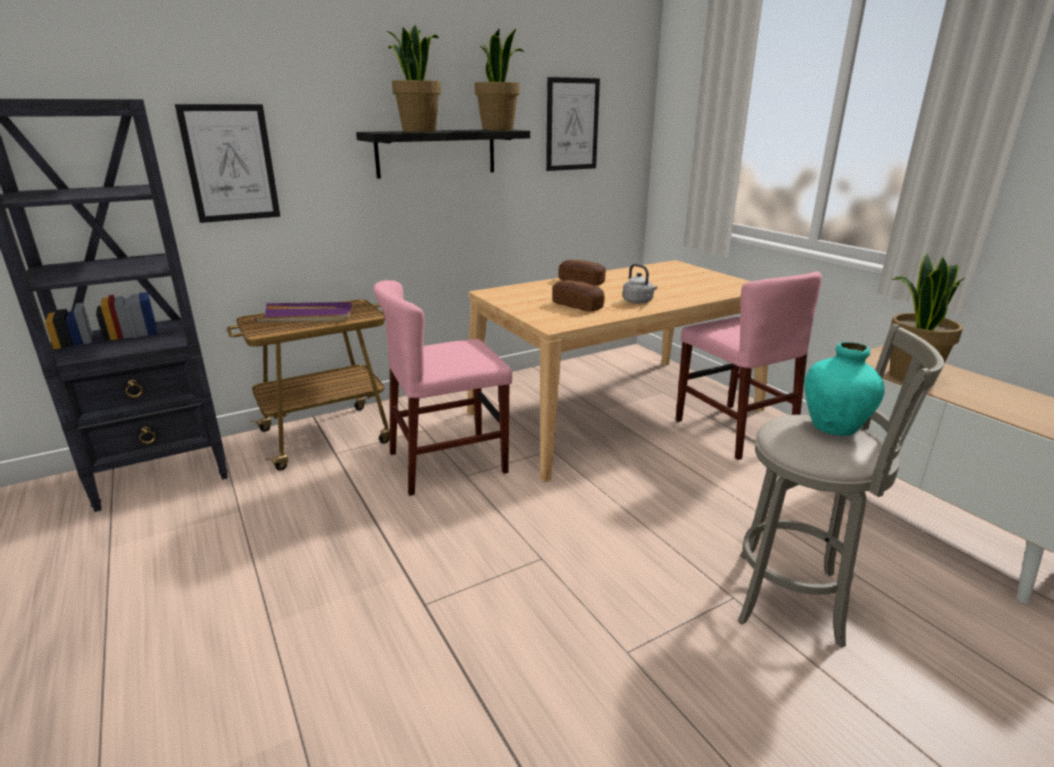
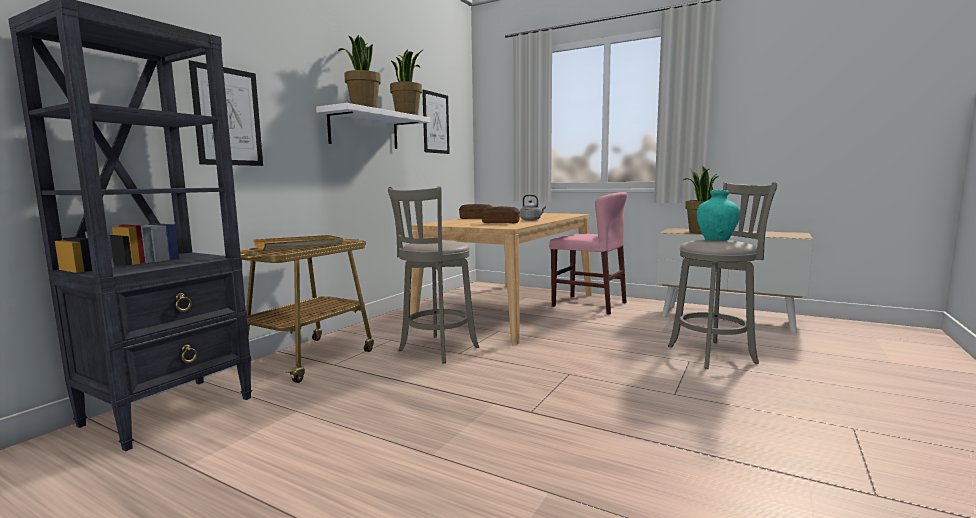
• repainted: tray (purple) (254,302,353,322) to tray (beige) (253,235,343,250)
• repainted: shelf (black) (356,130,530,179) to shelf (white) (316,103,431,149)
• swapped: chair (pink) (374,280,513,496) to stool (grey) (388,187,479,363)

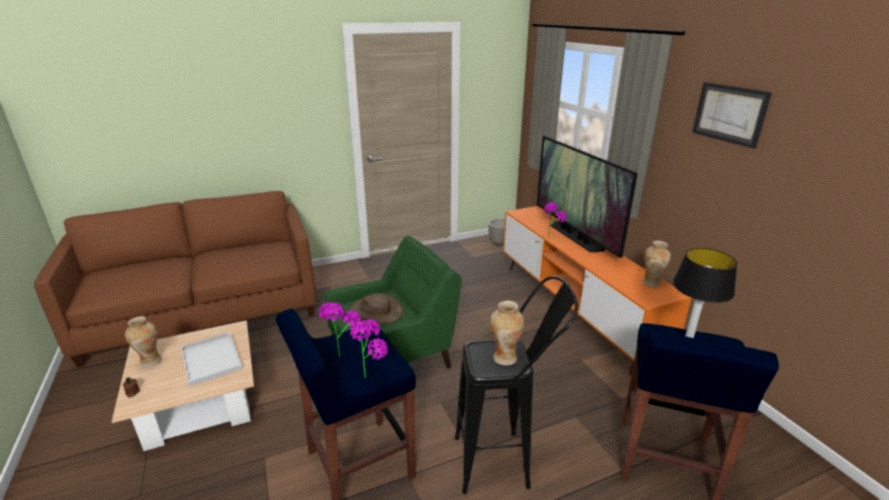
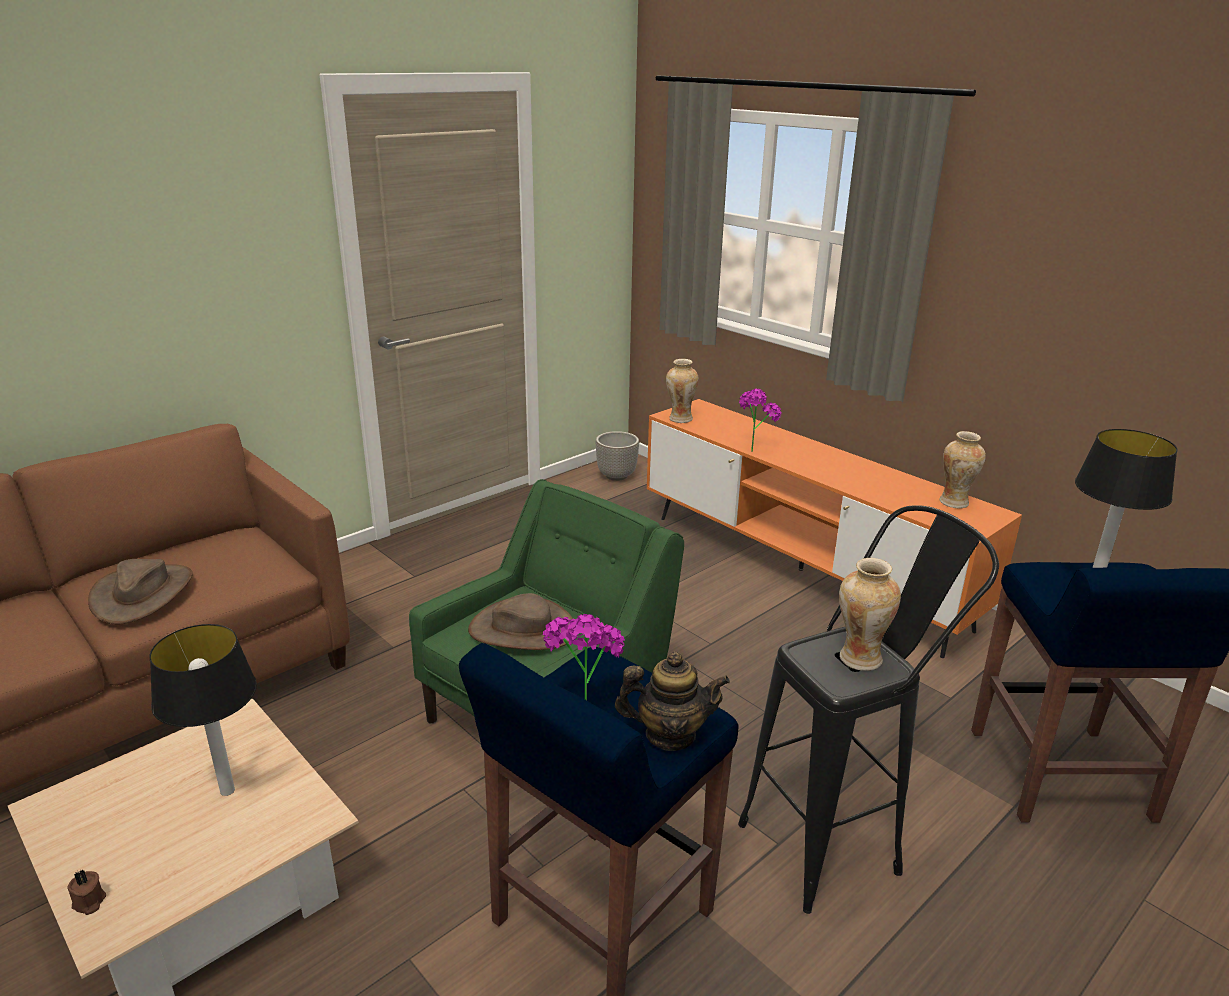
• new: hat (brown) (88,559,193,624)
• swapped: tray (white) (181,332,243,387) to table lamp (150,624,257,796)
• swapped: potted plant (350,319,388,378) to teapot (615,652,730,751)
• shifted: vase (125,316,162,368) to (666,359,699,423)
• gone: television (537,136,638,258)
• gone: picture (692,82,772,149)

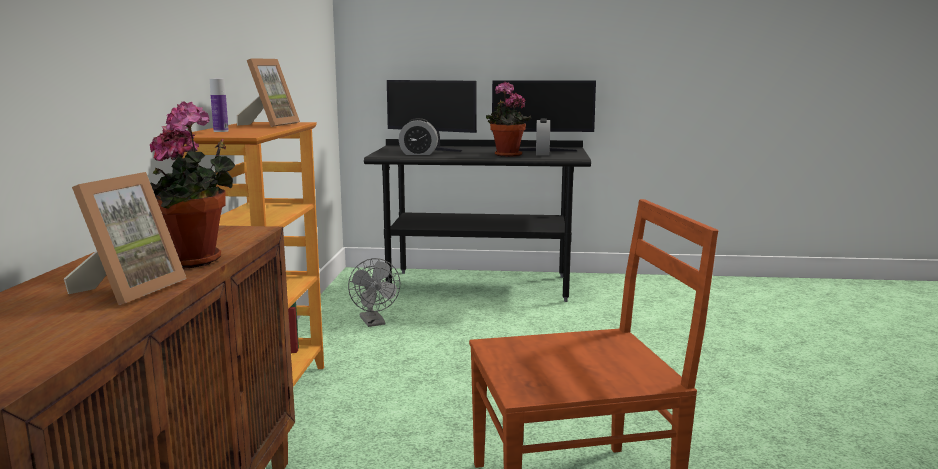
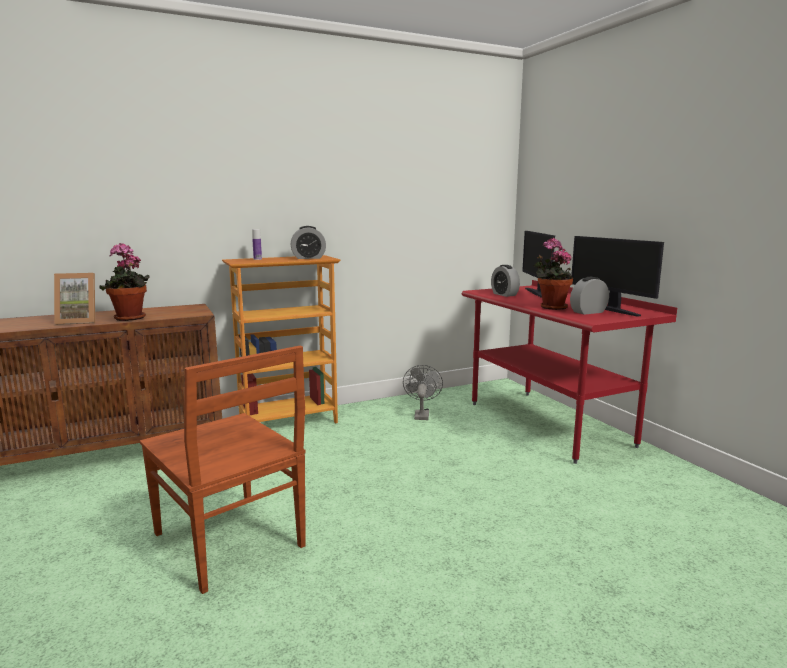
• swapped: picture frame (237,58,300,127) to alarm clock (291,226,326,259)
• rotated: fan (grey) (348,258,400,327) = (403,365,443,420) 150 degrees clockwise
• repainted: desk (black) (364,139,591,302) to desk (red) (462,280,677,464)

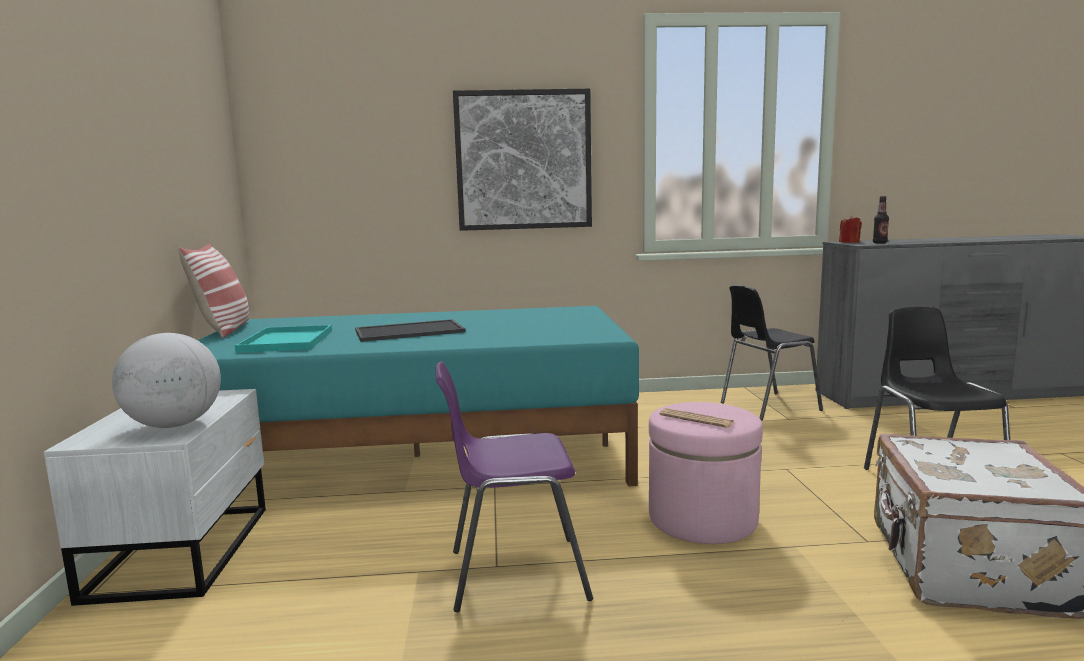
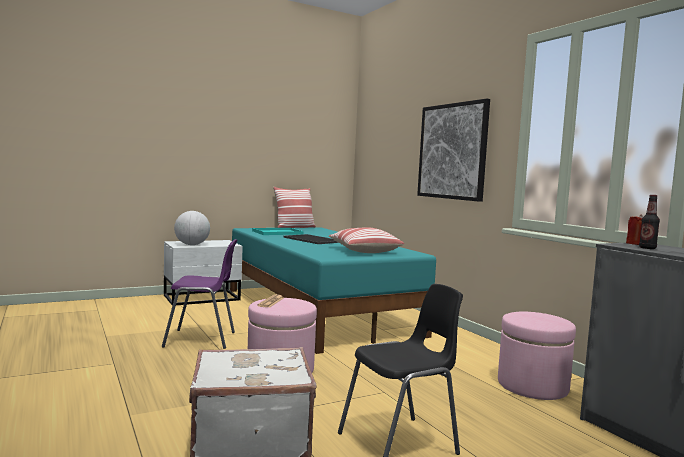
• rotated: chair (purple) (436,361,593,612) = (162,239,238,349) 120 degrees clockwise
• new: pillow (329,227,404,253)
• swapped: chair (black) (721,285,823,420) to ottoman (pink) (498,312,576,400)

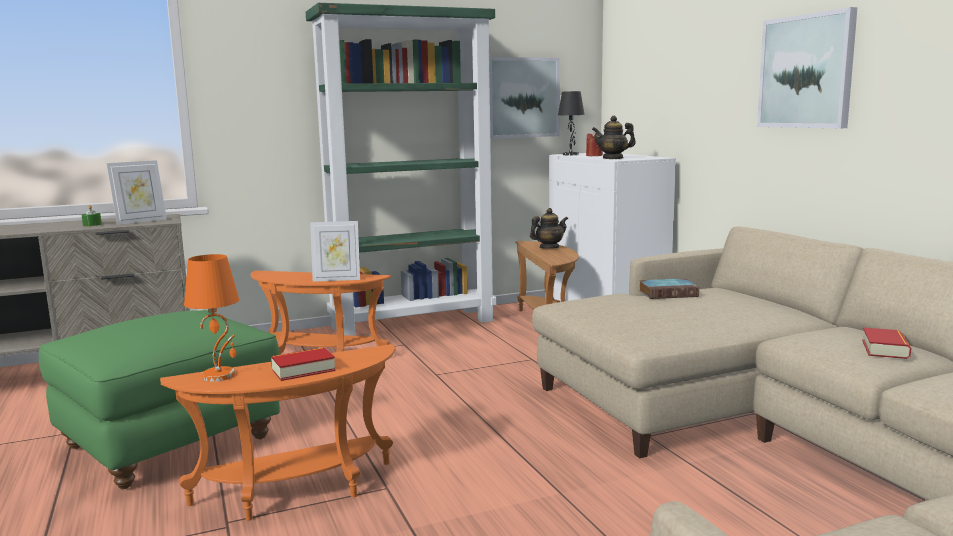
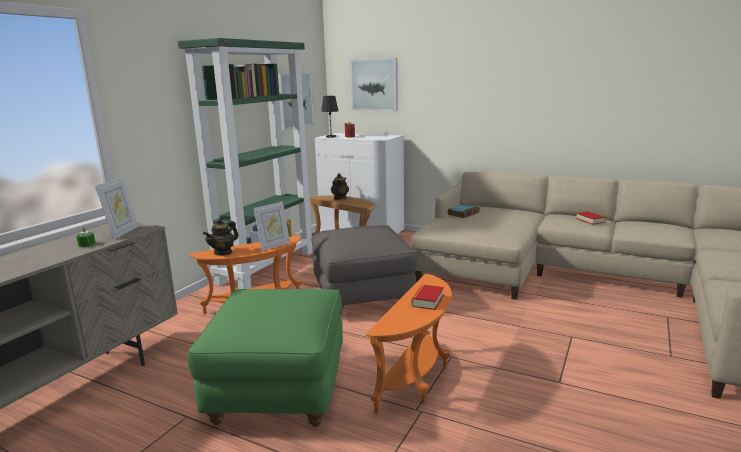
• shifted: teapot (592,116,636,159) to (203,218,238,256)
• new: ottoman (grey) (312,225,417,314)
• shifted: picture (757,7,858,128) to (350,58,398,111)
• gone: table lamp (orange) (184,254,239,382)

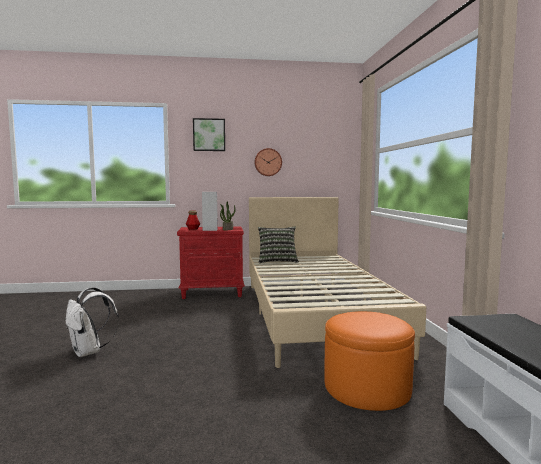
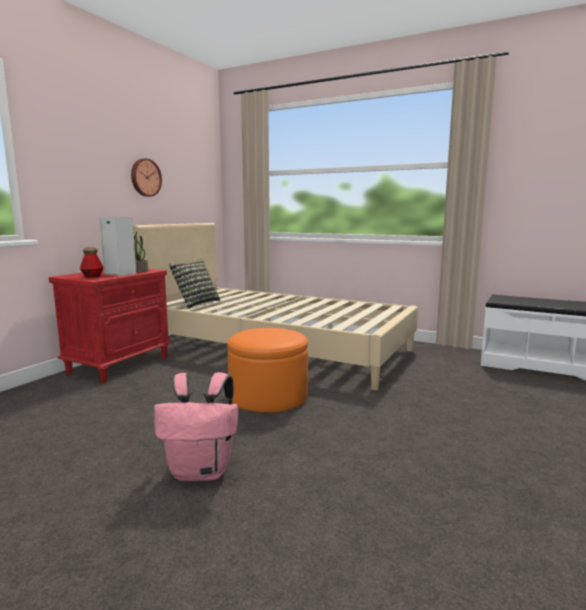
• repainted: backpack (white) (66,287,119,357) to backpack (pink) (154,372,239,481)
• shifted: ottoman (orange) (324,311,415,411) to (227,328,308,413)
• gone: picture (193,118,225,151)

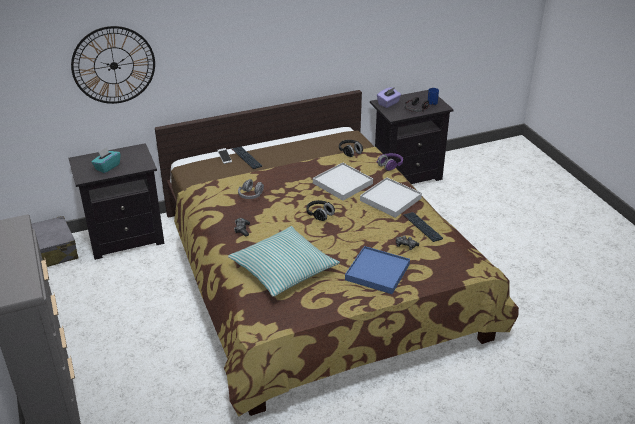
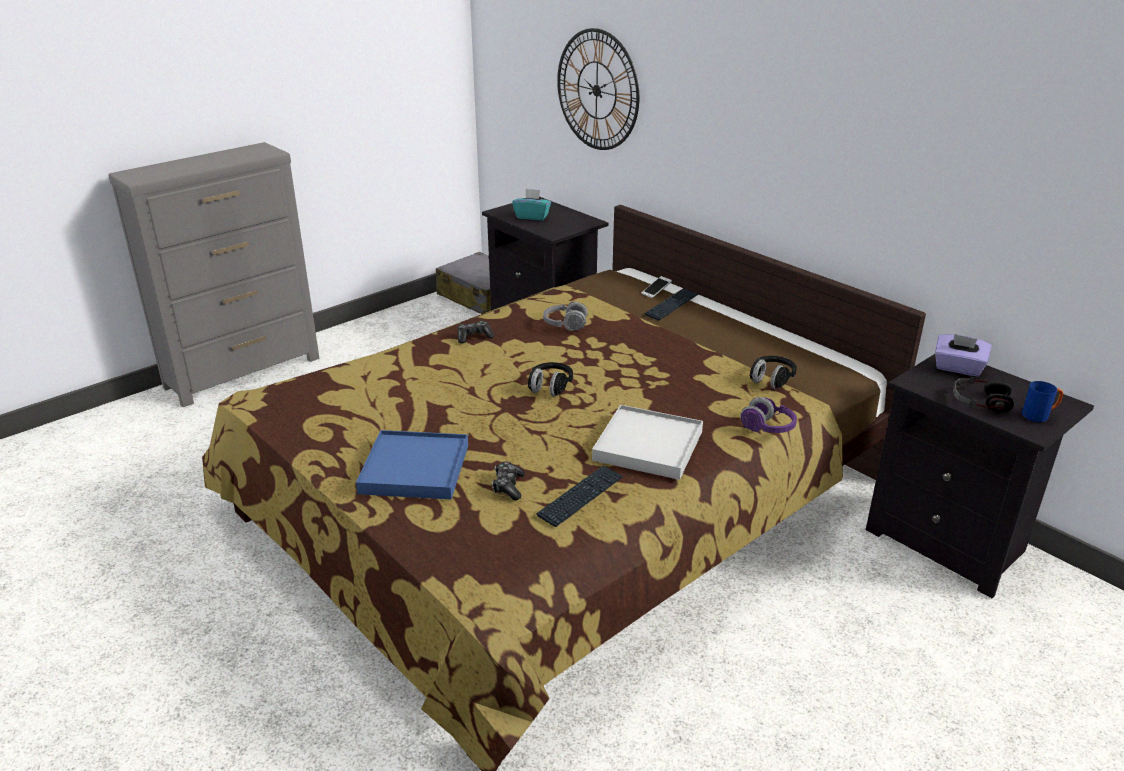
• gone: pillow (228,226,340,297)
• gone: tray (white) (313,162,373,201)

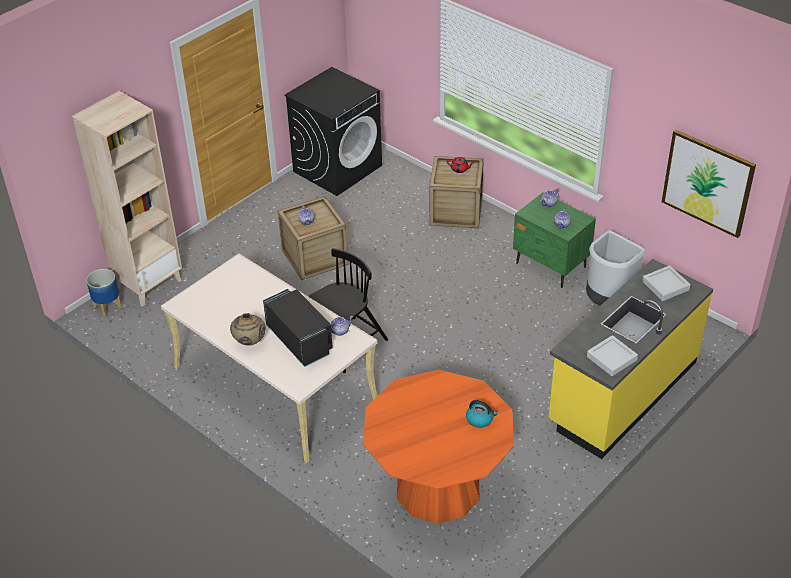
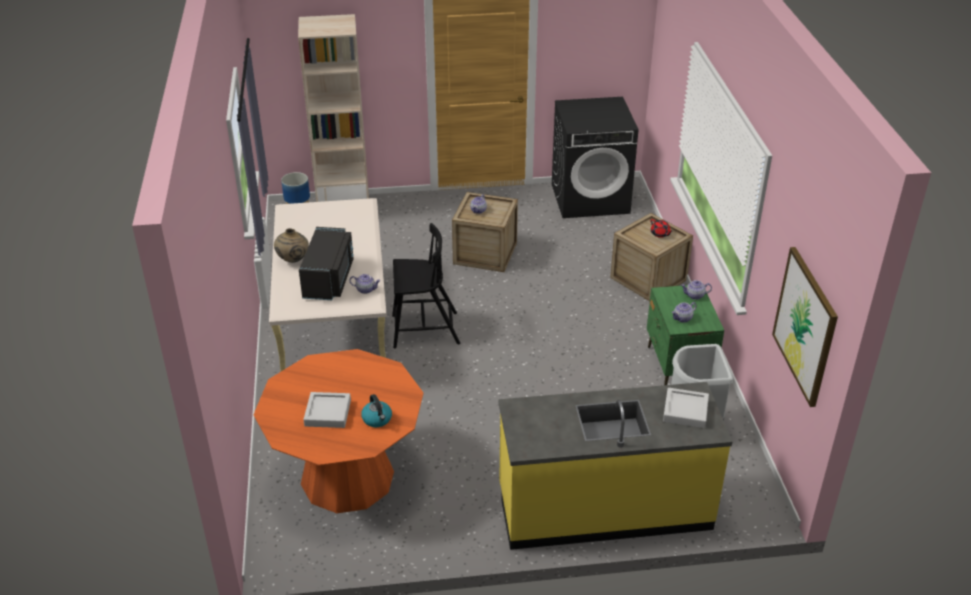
• shifted: tray (grey) (587,335,638,376) to (303,392,351,428)

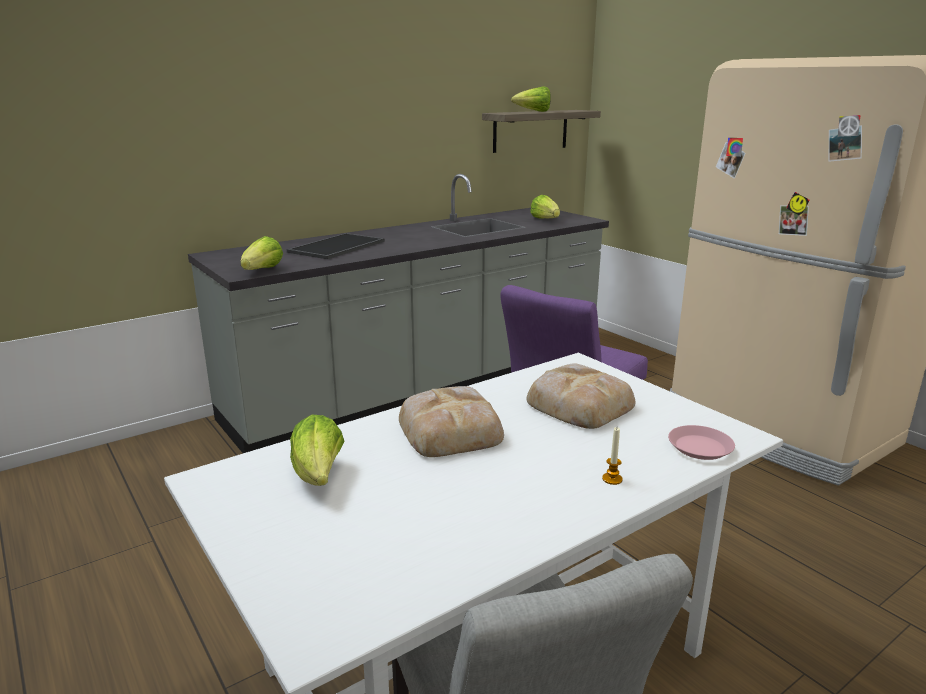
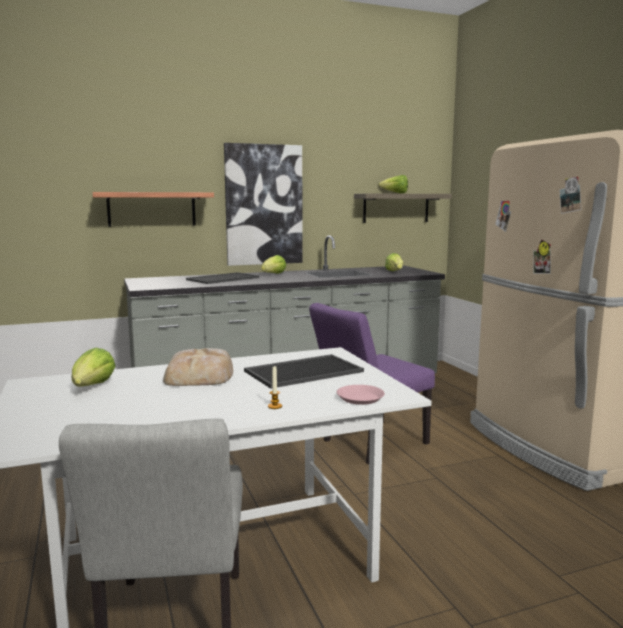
• new: shelf (92,192,214,227)
• new: picture (224,143,303,266)
• swapped: bread (527,363,635,429) to tray (244,354,364,389)
• shifted: lettuce (240,236,283,270) to (261,255,286,274)

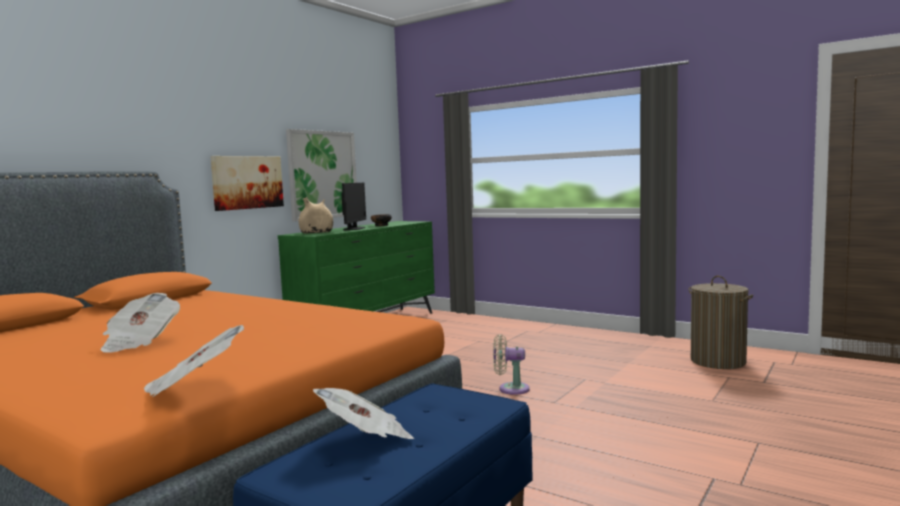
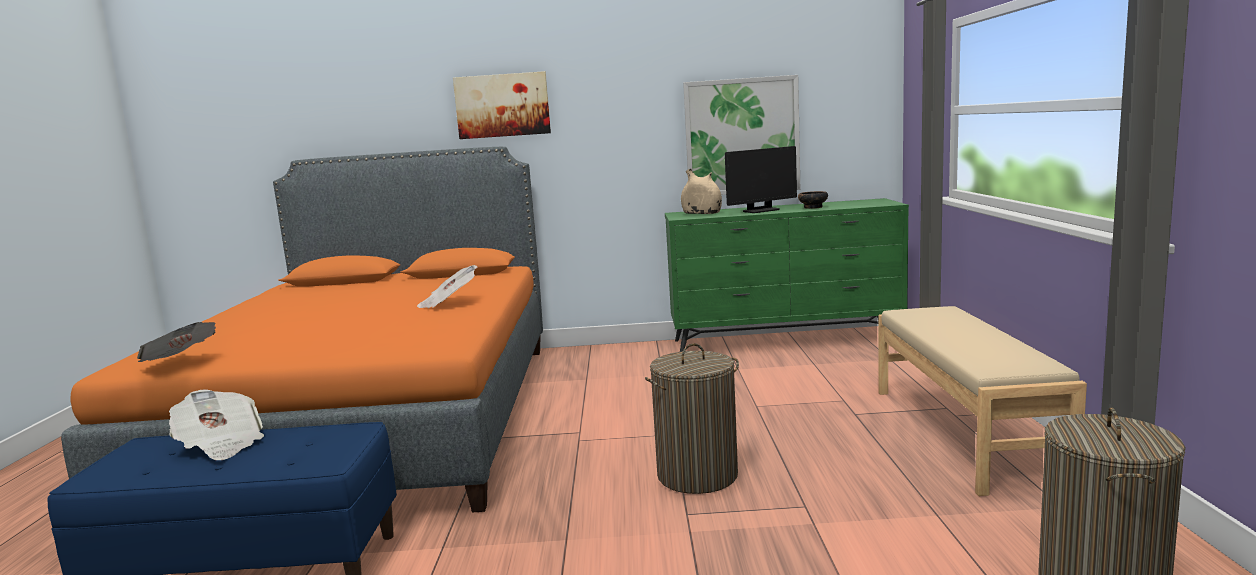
• shifted: newspaper (100,293,180,353) to (417,265,478,308)
• shifted: picture (210,156,284,211) to (453,71,551,139)
• swapped: fan (beige) (493,334,530,395) to laundry basket (645,343,739,494)
• new: bench (beige) (878,306,1087,496)

